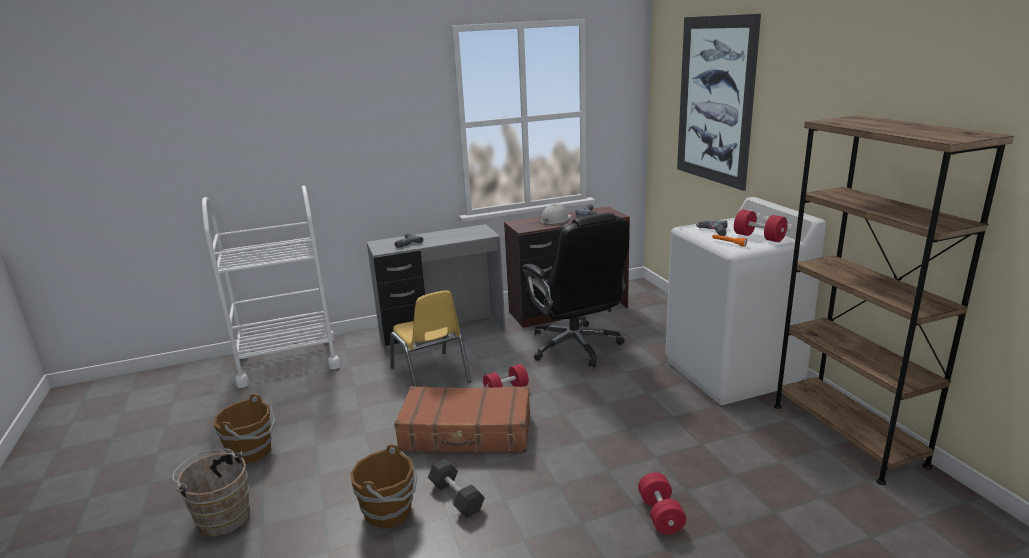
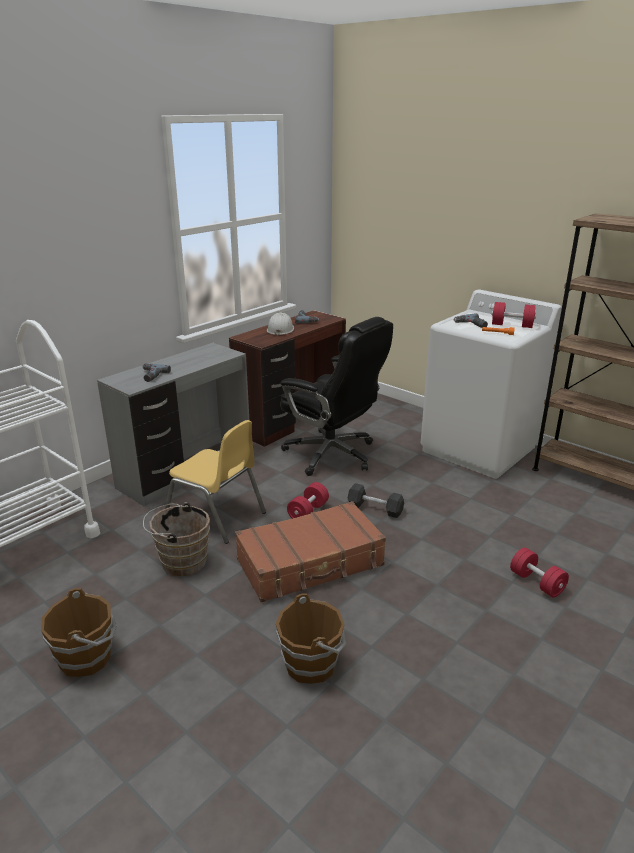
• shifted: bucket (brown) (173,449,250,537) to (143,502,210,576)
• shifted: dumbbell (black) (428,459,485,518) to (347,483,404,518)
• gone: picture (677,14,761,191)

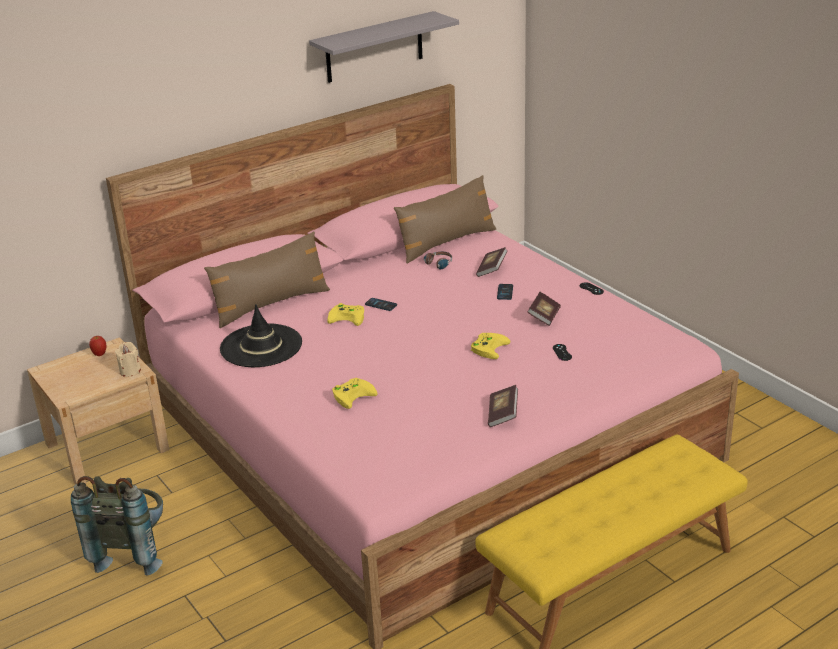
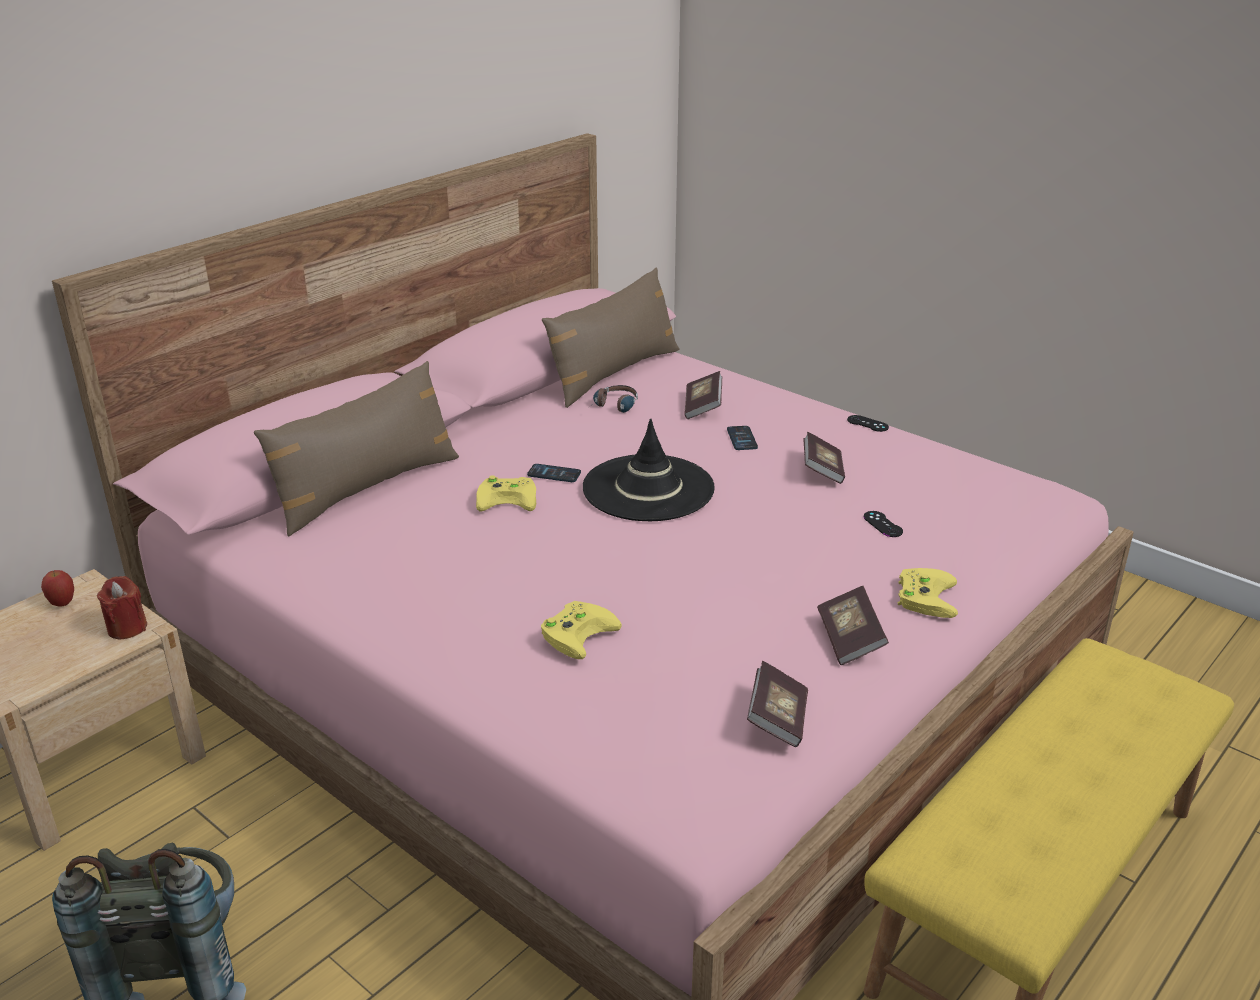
• repainted: candle (beige) (115,342,141,377) to candle (red) (97,576,147,640)
• shifted: hat (black) (220,304,302,367) to (583,419,715,521)
• new: book (747,661,808,747)
• shifted: game controller (yellow) (471,333,510,359) to (898,568,958,618)
• gone: shelf (grey) (309,11,459,83)

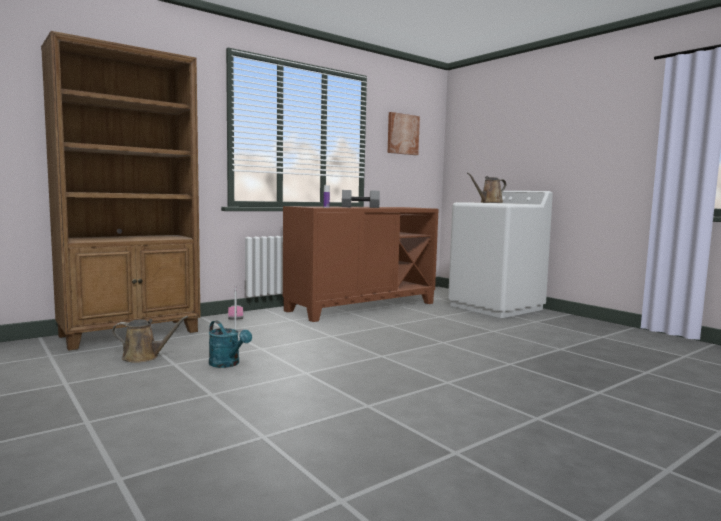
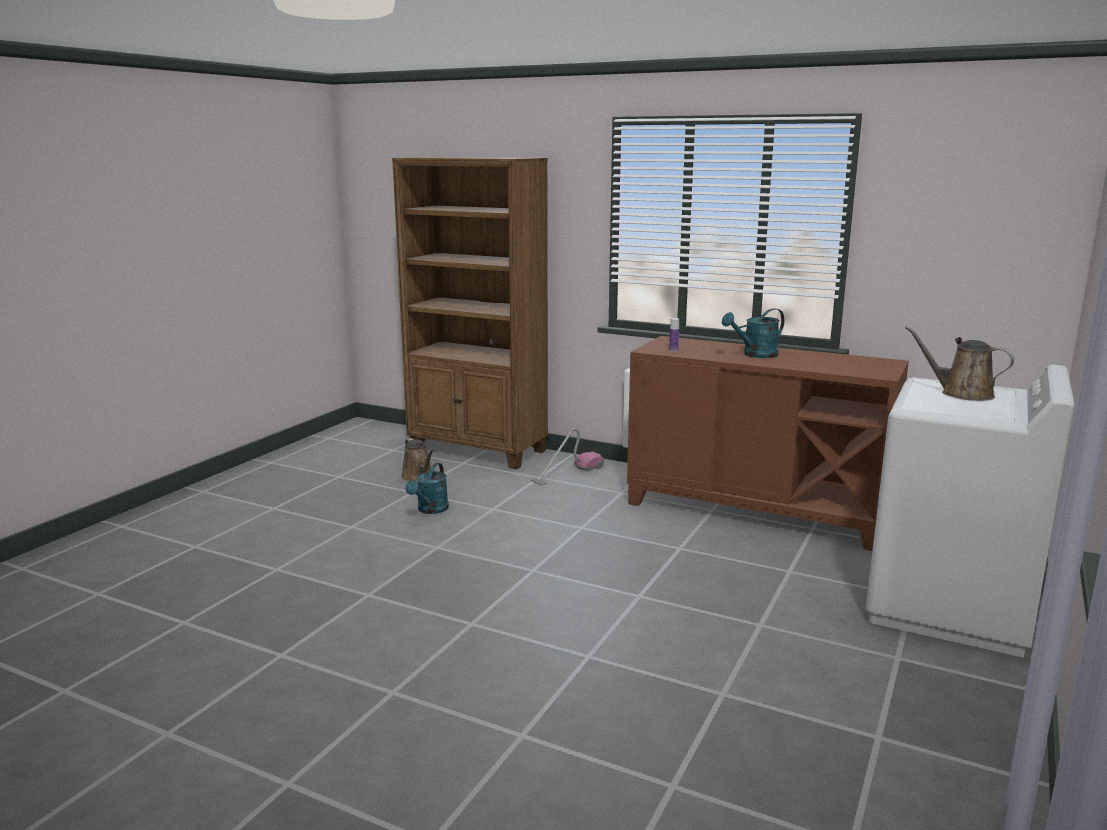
• swapped: dumbbell (grey) (342,190,380,208) to watering can (turquoise) (722,308,784,358)
• gone: picture (388,112,420,155)

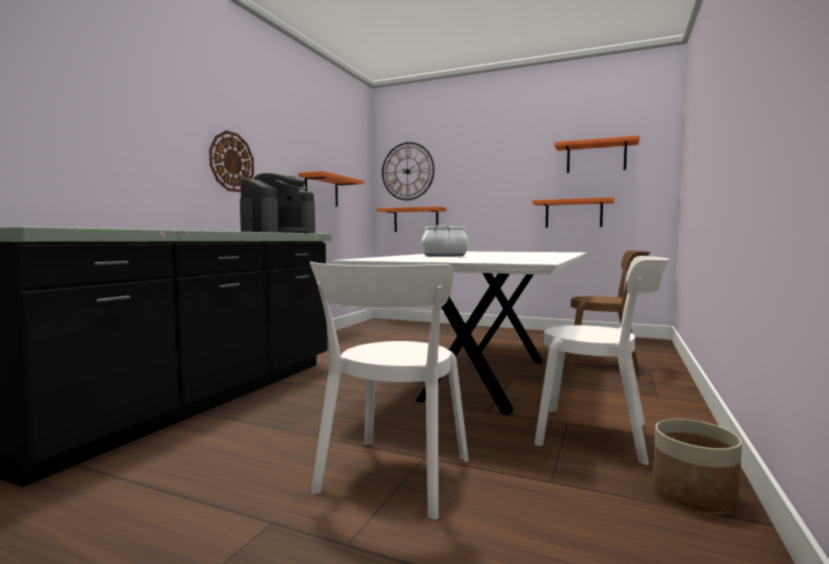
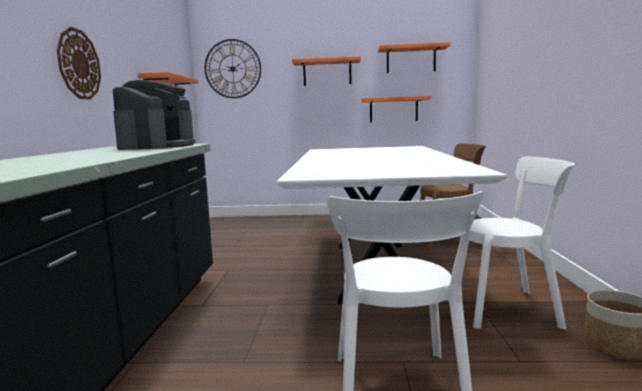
• shifted: shelf (orange) (377,206,447,232) to (292,56,361,86)
• gone: cooking pot (422,225,468,257)

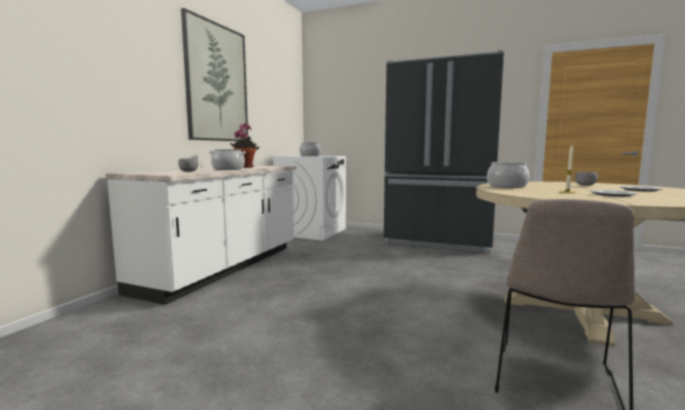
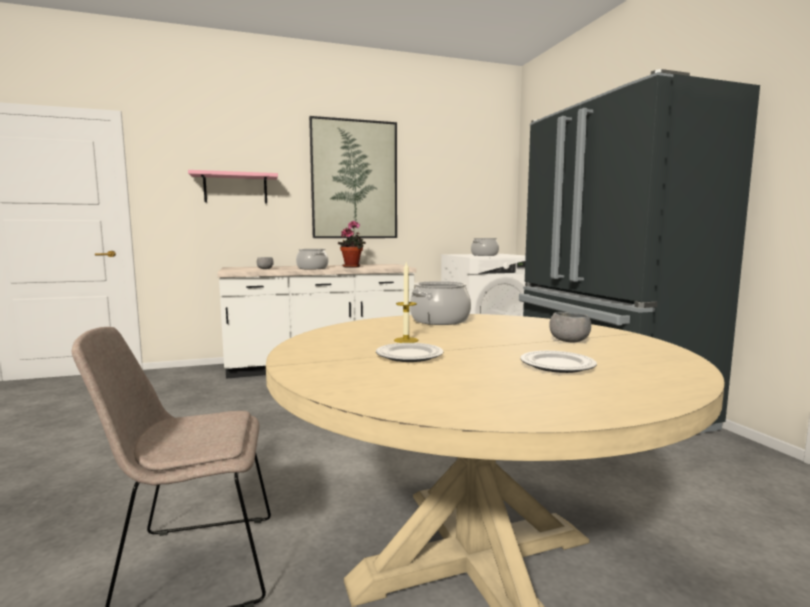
• new: shelf (pink) (188,170,278,204)

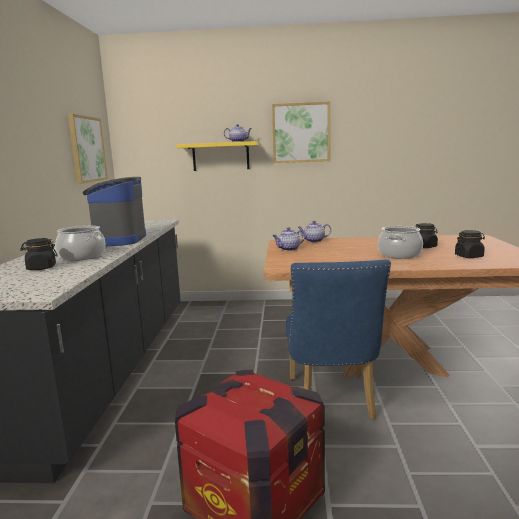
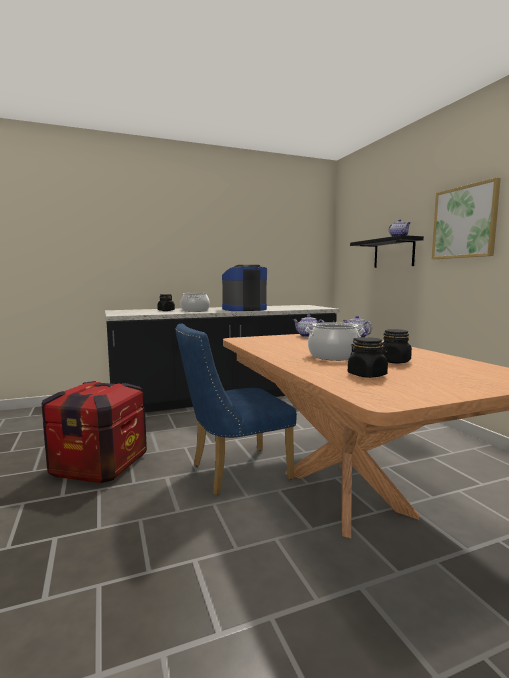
• repainted: shelf (yellow) (176,141,258,171) to shelf (black) (350,235,424,268)
• gone: picture (68,114,108,184)

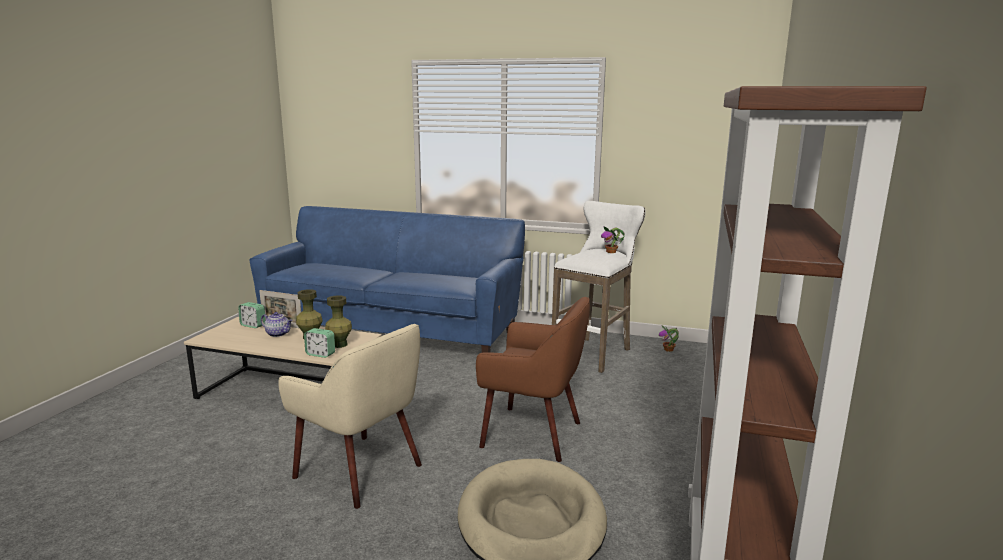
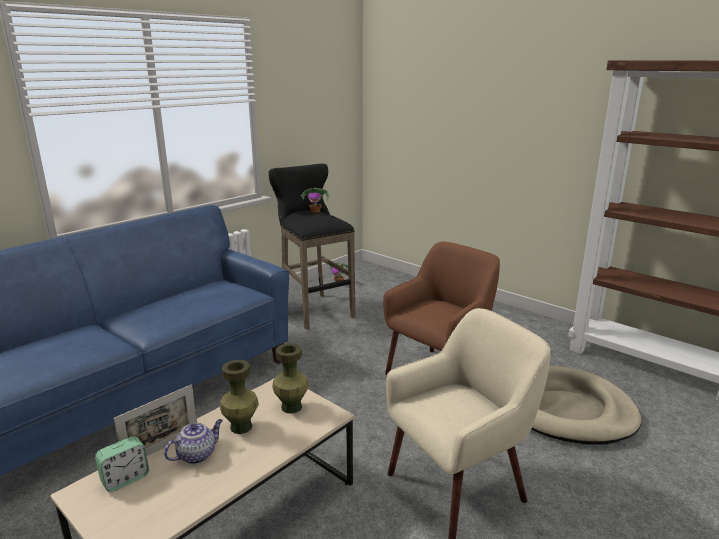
• repainted: stool (white) (552,201,645,373) to stool (black) (268,164,355,330)
• gone: alarm clock (304,328,335,358)

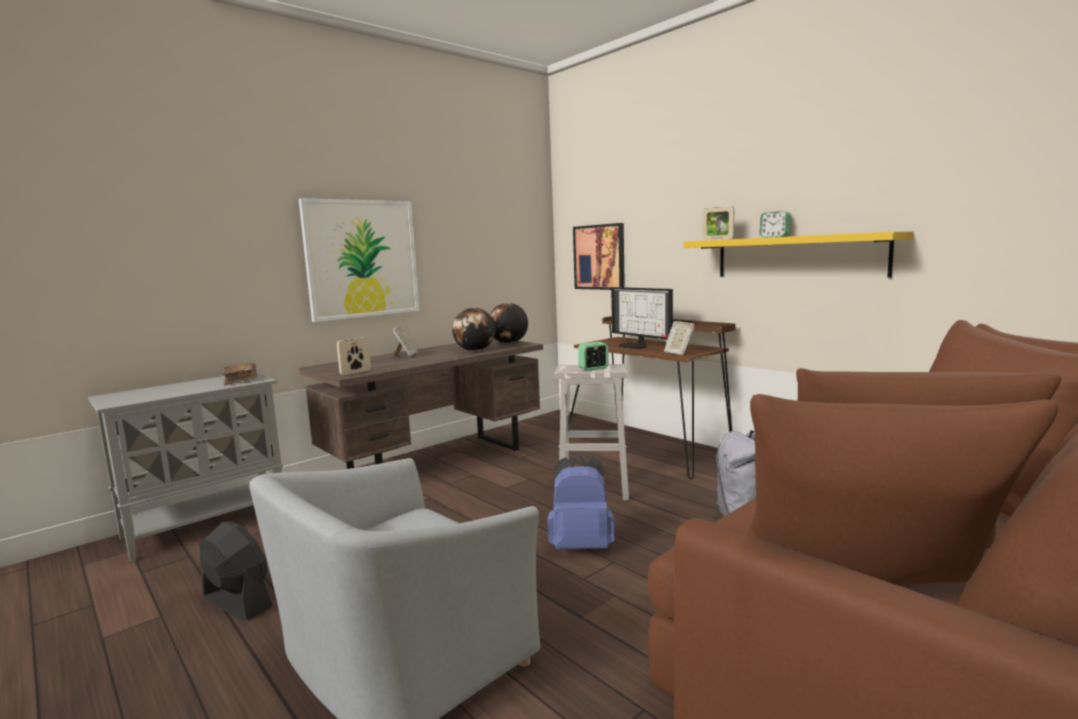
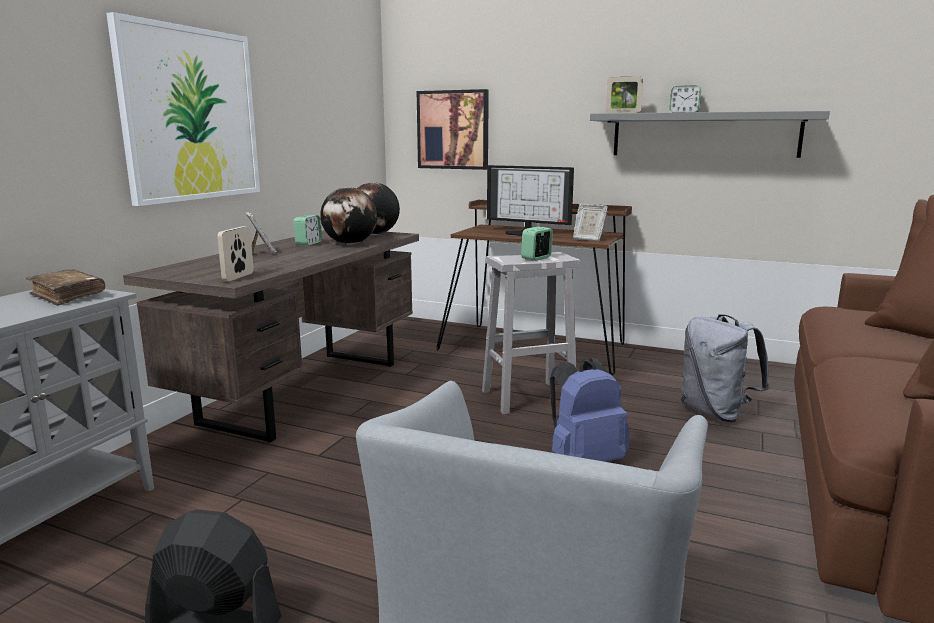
• new: alarm clock (293,215,322,246)
• repainted: shelf (yellow) (684,231,914,277) to shelf (grey) (590,111,830,158)

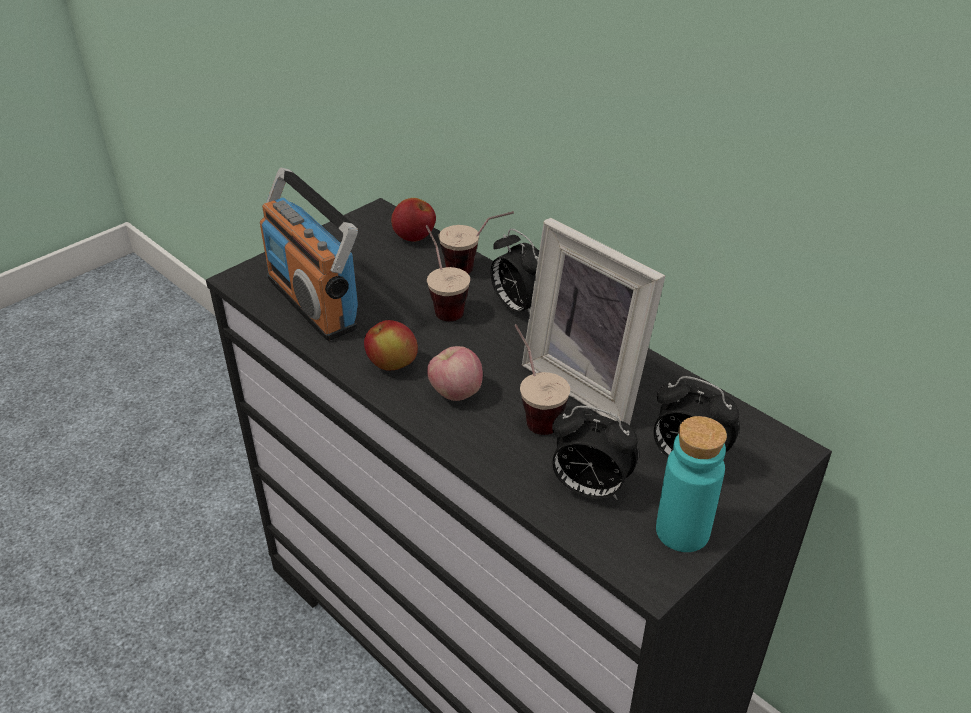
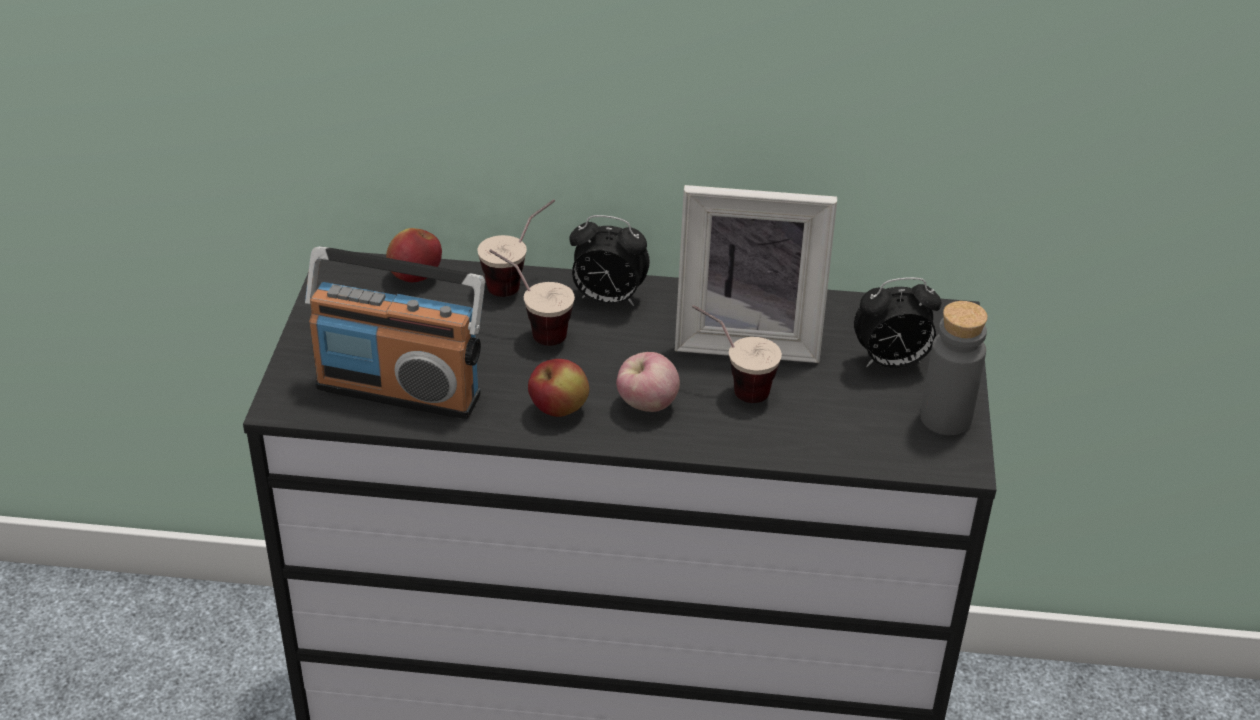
• repainted: bottle (turquoise) (656,416,727,552) to bottle (grey) (920,301,988,435)
• gone: alarm clock (552,406,639,500)

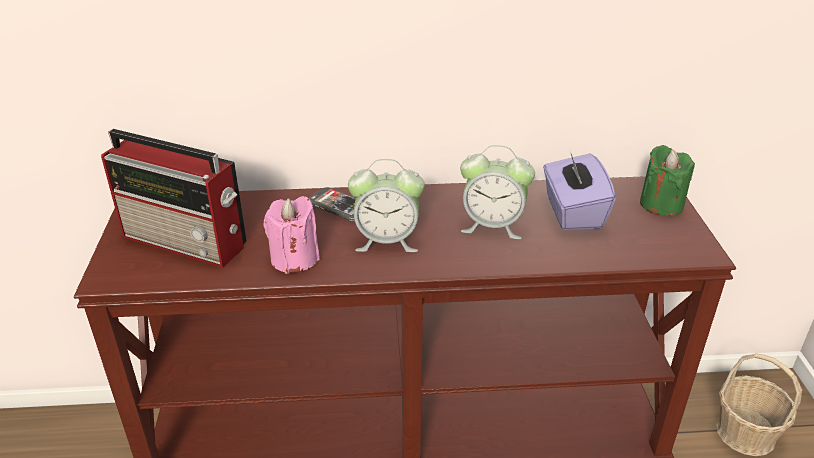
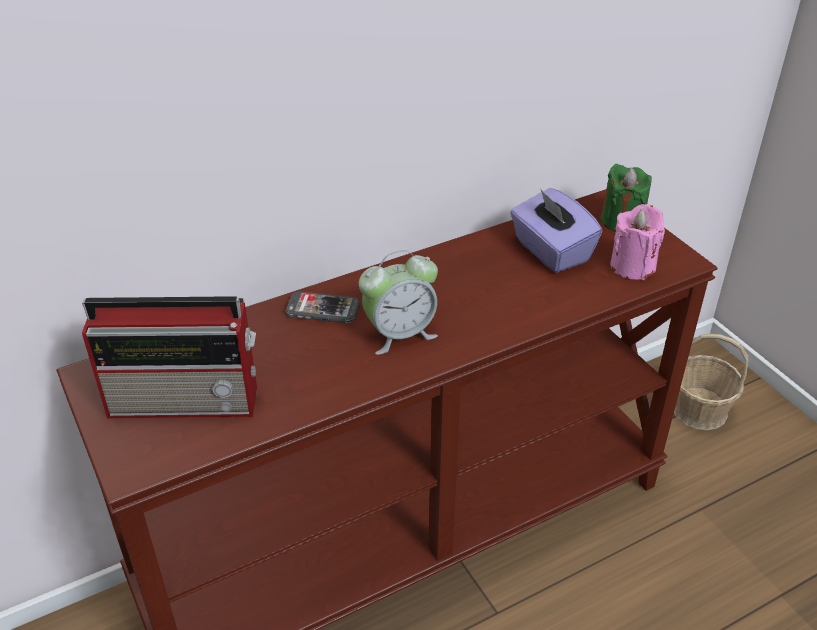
• shifted: candle (pink) (264,196,320,274) to (610,204,665,280)
• gone: alarm clock (460,145,535,239)

